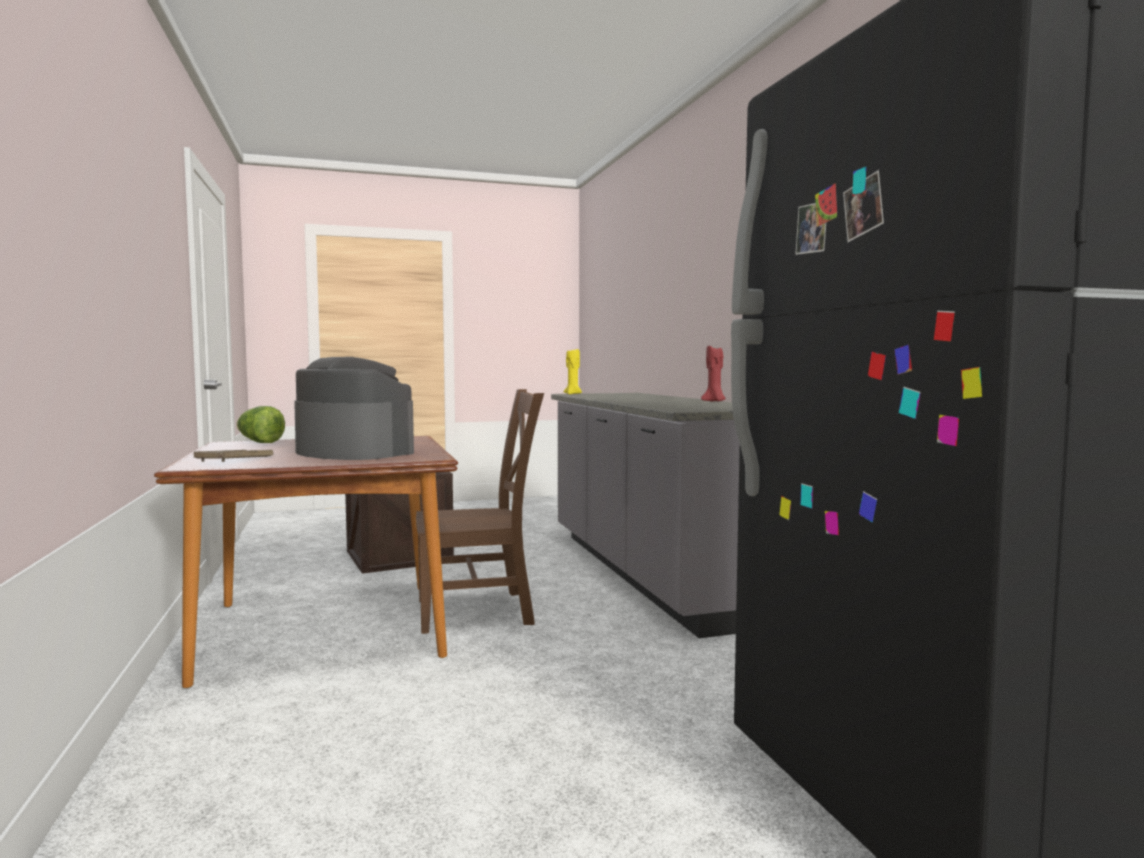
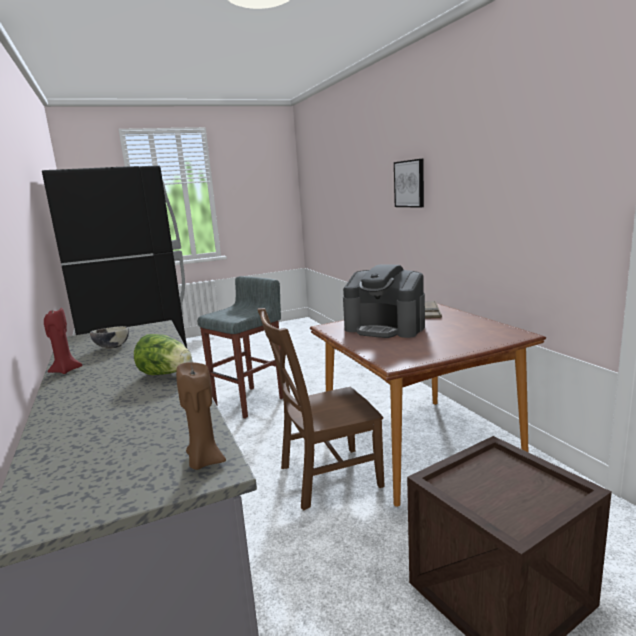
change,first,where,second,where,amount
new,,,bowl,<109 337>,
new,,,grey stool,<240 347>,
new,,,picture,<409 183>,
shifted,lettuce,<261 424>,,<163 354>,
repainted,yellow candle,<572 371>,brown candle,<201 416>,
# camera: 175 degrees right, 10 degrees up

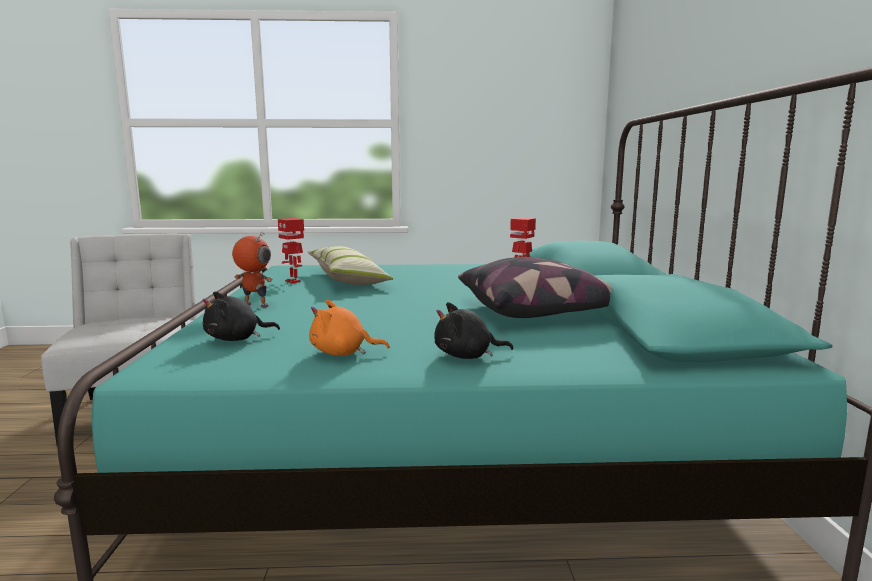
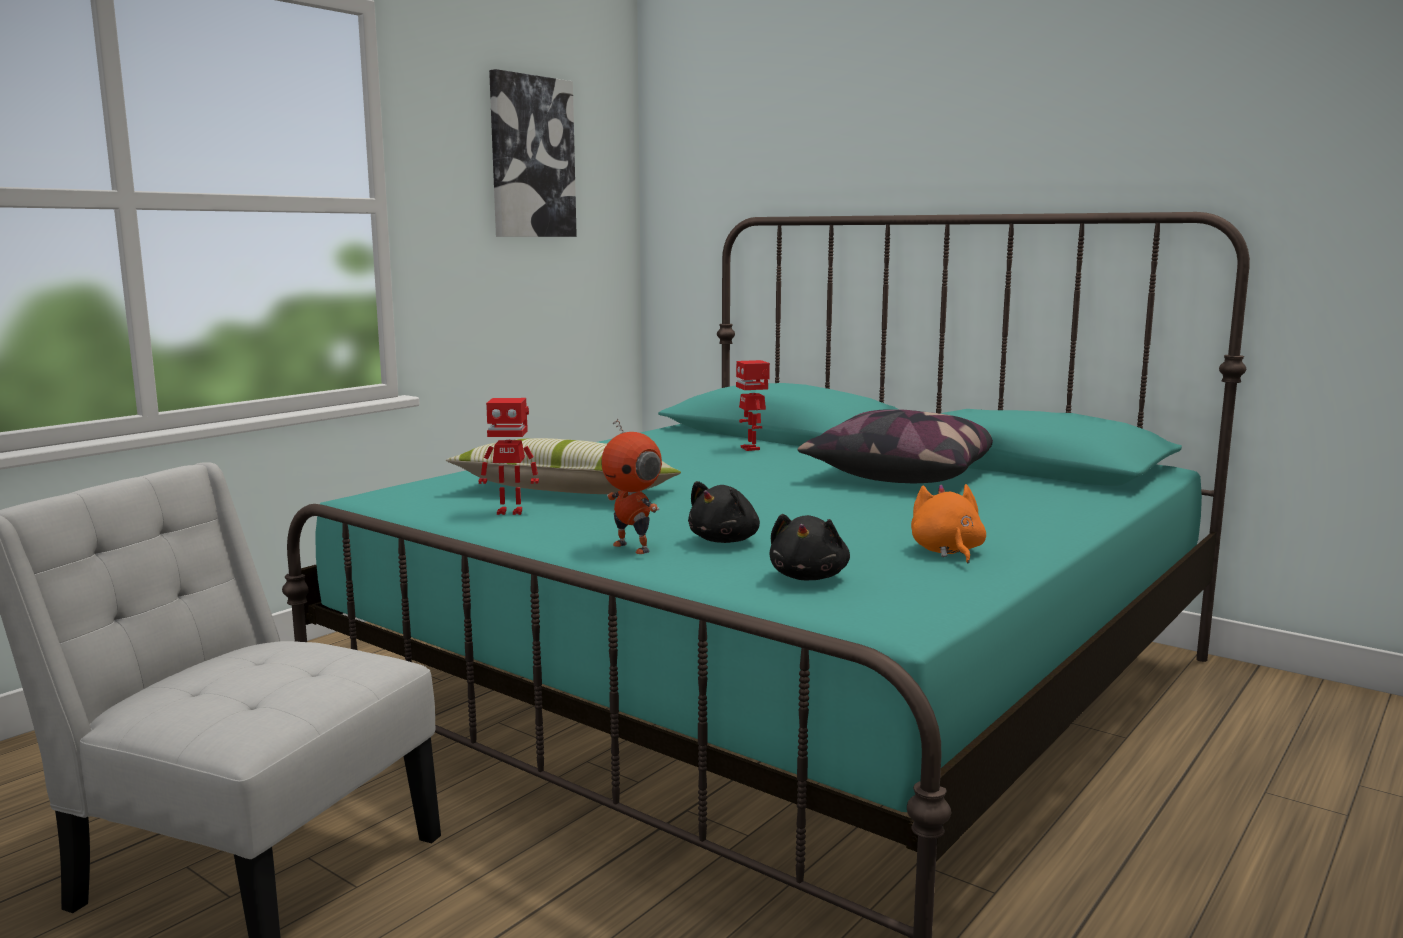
change,first,where,second,where,amount
new,,,picture,<533 153>,
shifted,black plush toy,<473 330>,,<724 512>,
rotated,toy robot,<252 269>,,<631 486>,105 degrees counterclockwise
rotated,orange plush toy,<349 328>,,<948 524>,135 degrees clockwise
# camera: 50 degrees left, 0 degrees up

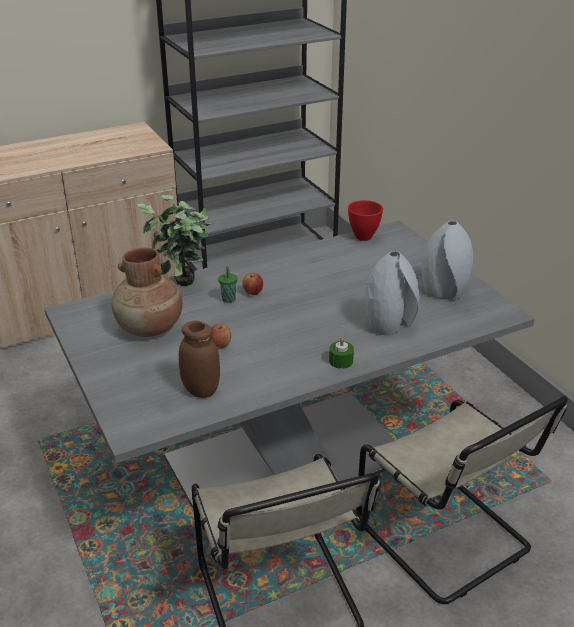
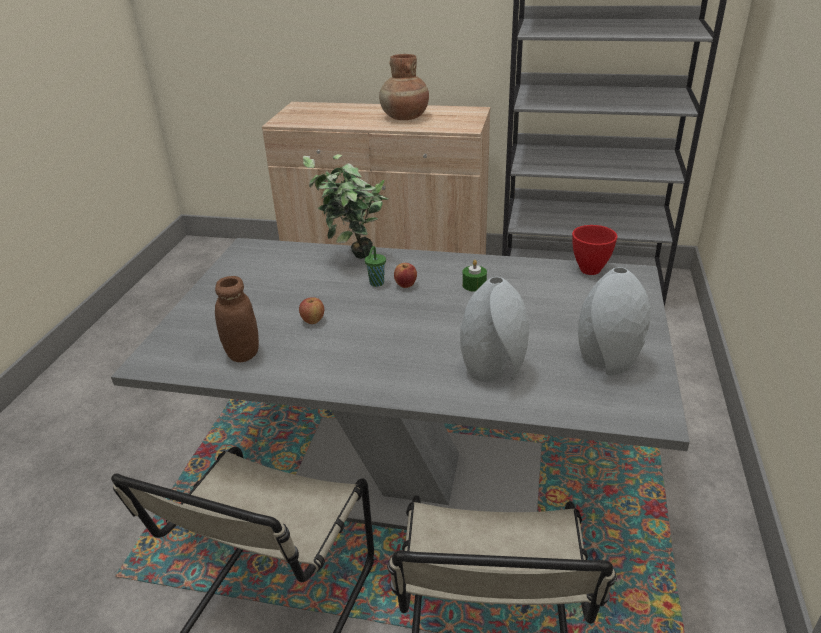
change,first,where,second,where,amount
shifted,brown vase,<147 292>,,<404 87>,
shifted,green candle,<341 353>,,<474 276>,
# camera: 40 degrees right, 0 degrees up

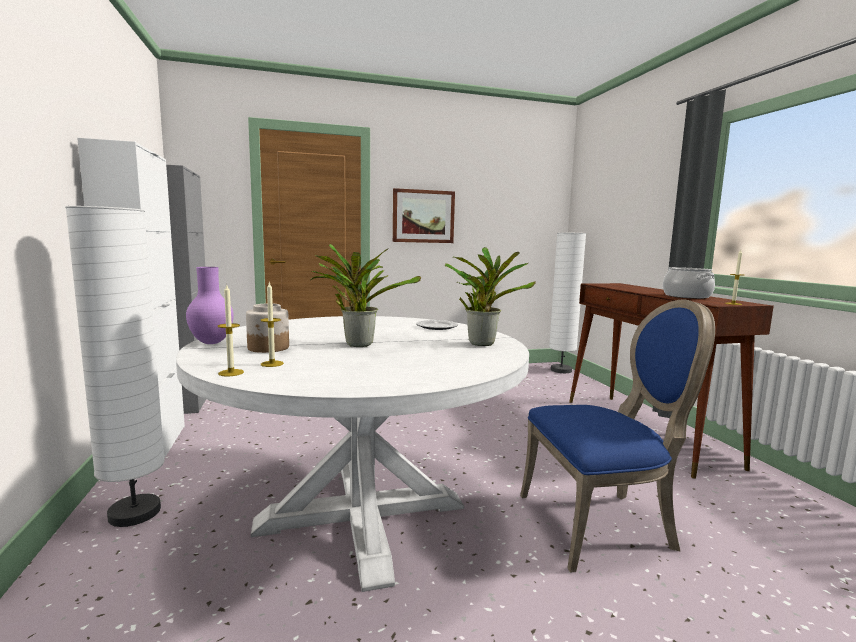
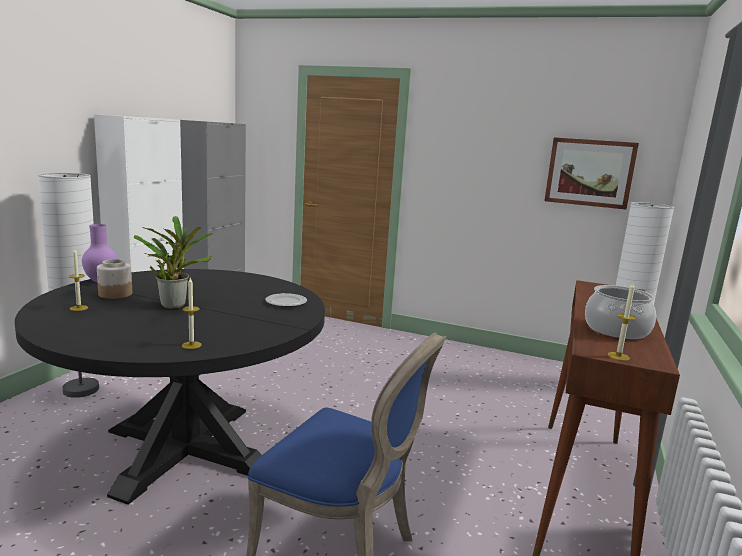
change,first,where,second,where,amount
gone,potted plant,<490 296>,,,
shifted,candle,<231 330>,,<192 313>,
shifted,picture,<424 215>,,<591 173>,
repainted,white dining table,<352 454>,black dining table,<170 387>,
# camera: 35 degrees right, 5 degrees up

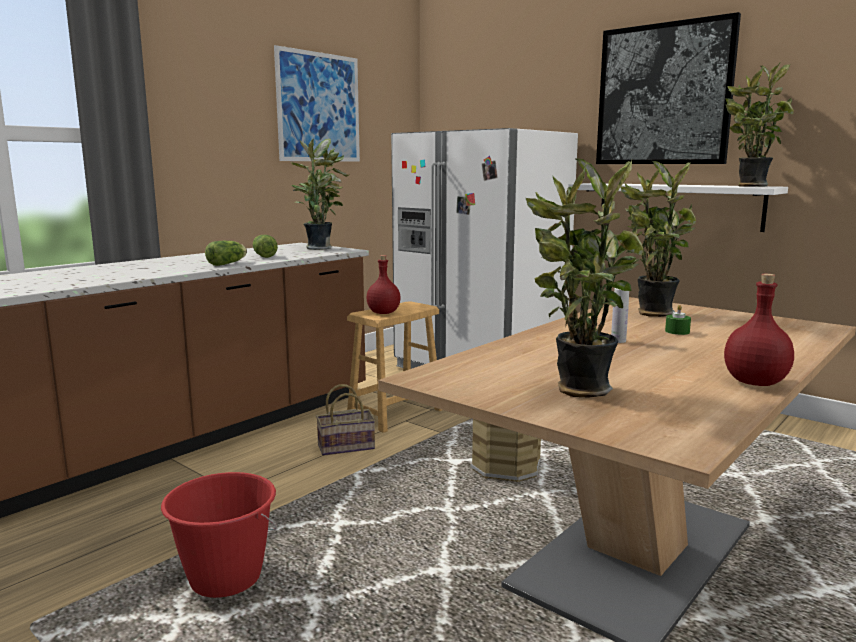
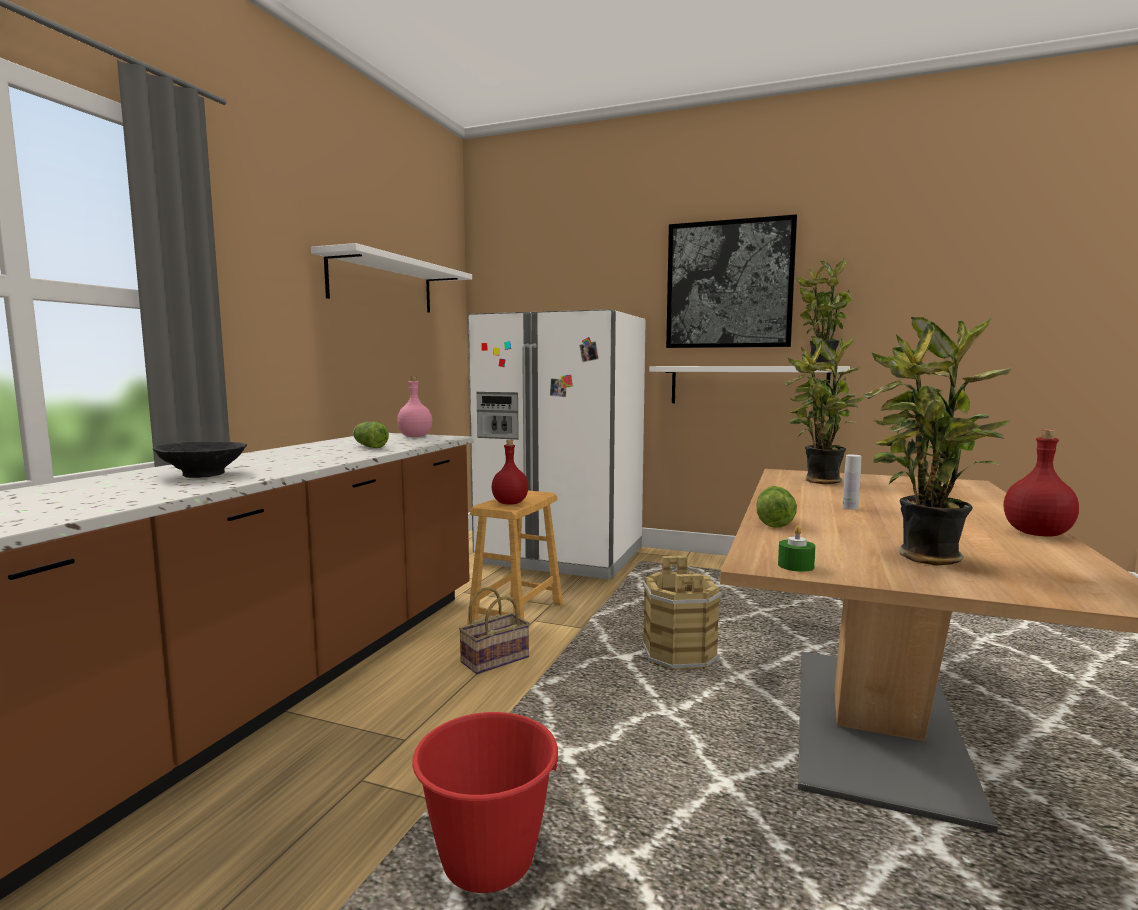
change,first,where,second,where,amount
new,,,black bowl,<200 459>,
shifted,lettuce,<226 253>,,<776 507>,
shifted,green candle,<678 320>,,<797 549>,
swapped,picture,<317 103>,white shelf,<391 278>,
swapped,potted plant,<320 194>,pink bottle,<414 406>,
# camera: 20 degrees left, 5 degrees down

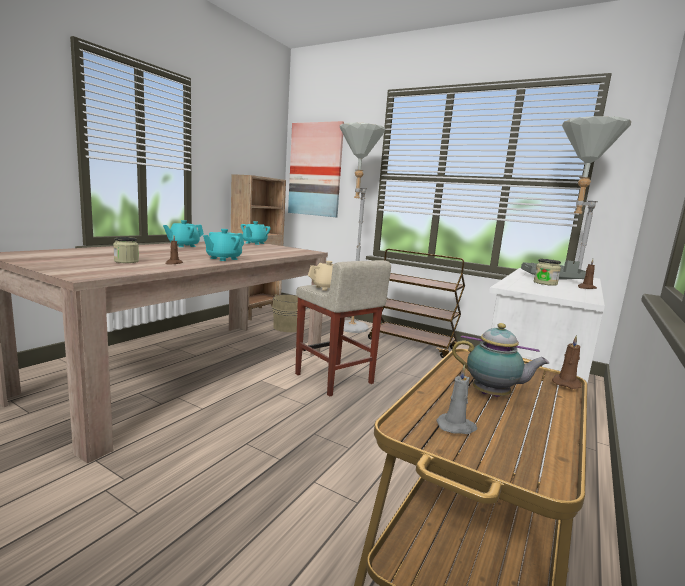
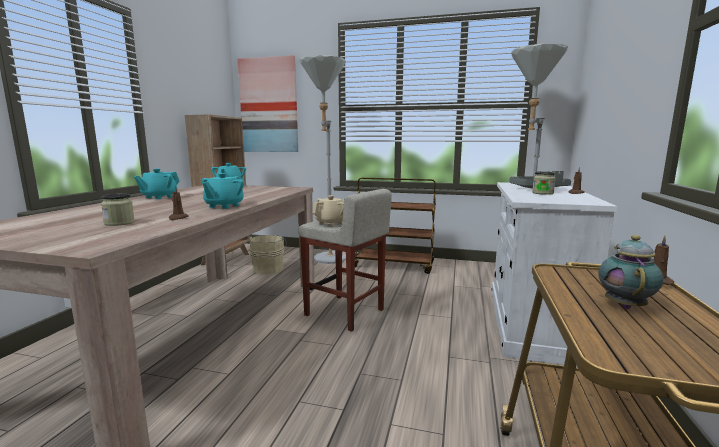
change,first,where,second,where,amount
gone,grey candle,<456 399>,,,
rotated,teapot,<500 360>,,<630 272>,75 degrees counterclockwise
# camera: 15 degrees left, 0 degrees up

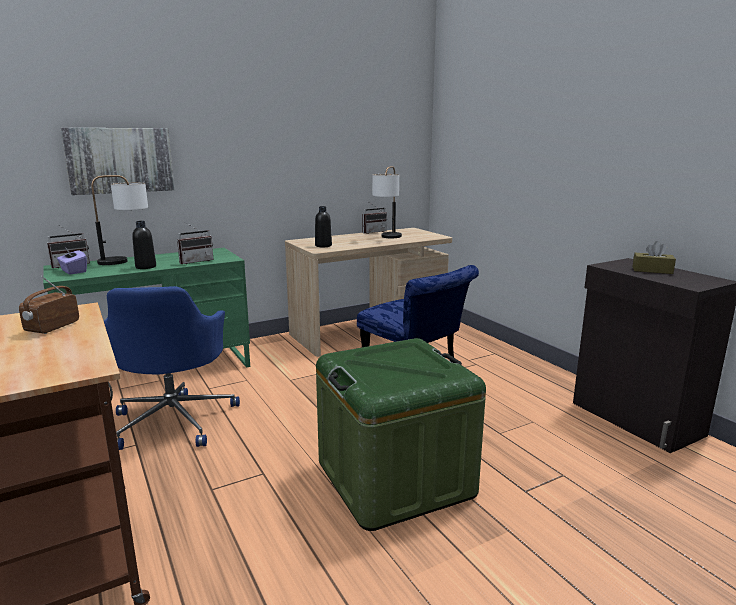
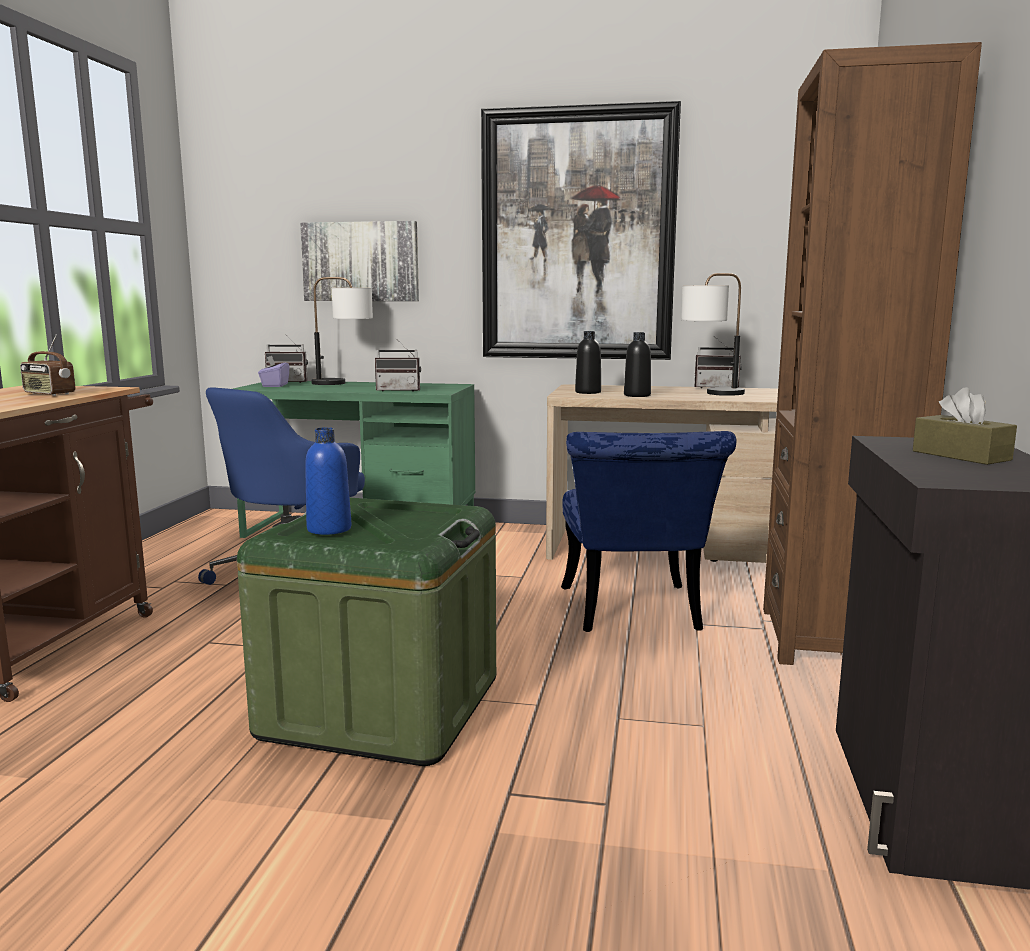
change,first,where,second,where,amount
new,,,blue bottle,<328 481>,
new,,,picture,<581 230>,
new,,,brown bookcase,<872 353>,
shifted,black bottle,<144 245>,,<637 364>,
rotated,radio,<49 305>,,<47 365>,120 degrees counterclockwise
# camera: 40 degrees right, 5 degrees down

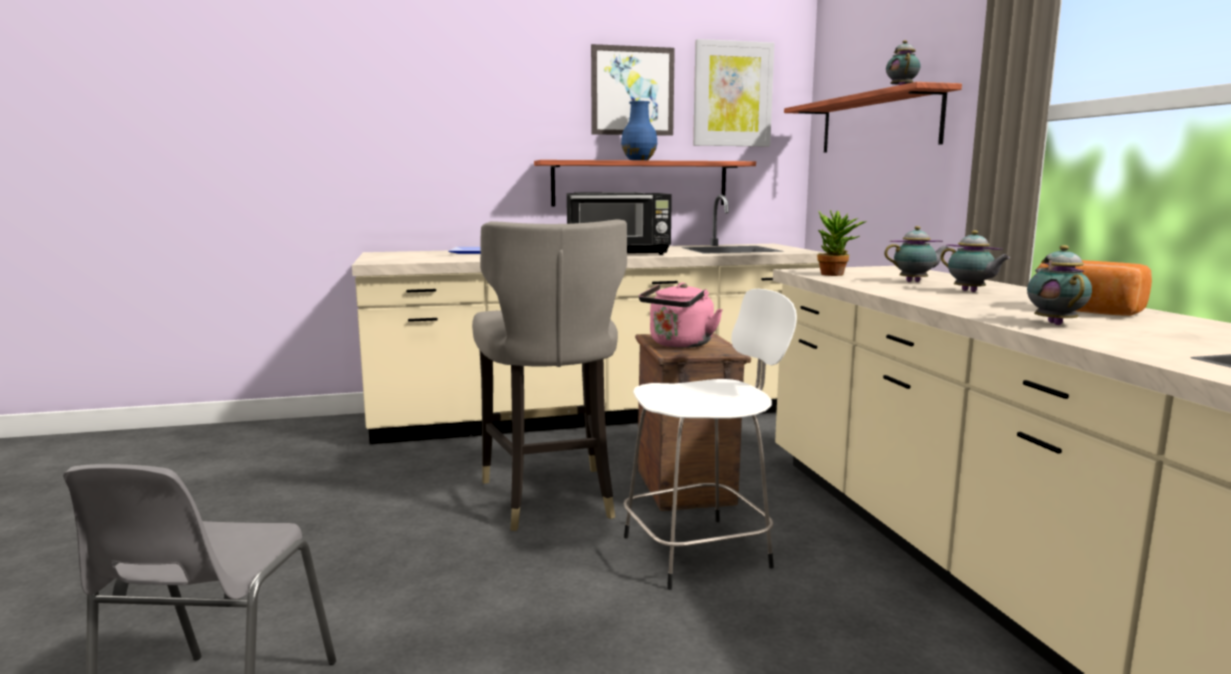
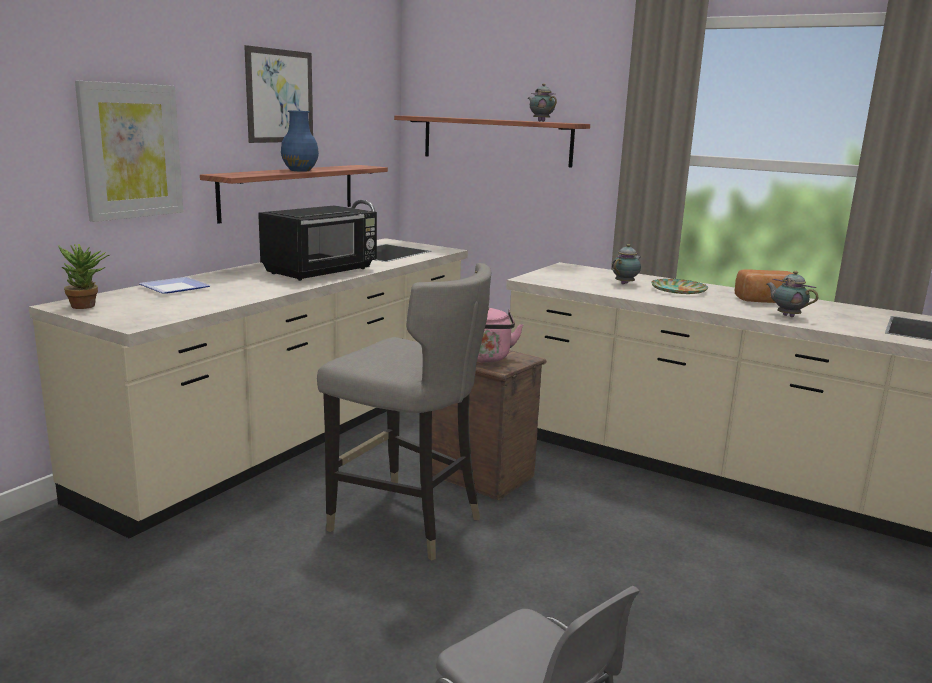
change,first,where,second,where,amount
gone,white stool,<710 439>,,,
shifted,picture,<733 92>,,<129 151>,
shifted,potted plant,<842 243>,,<84 276>,
swapped,teapot,<975 261>,plate,<679 286>,
# camera: 45 degrees left, 5 degrees up

